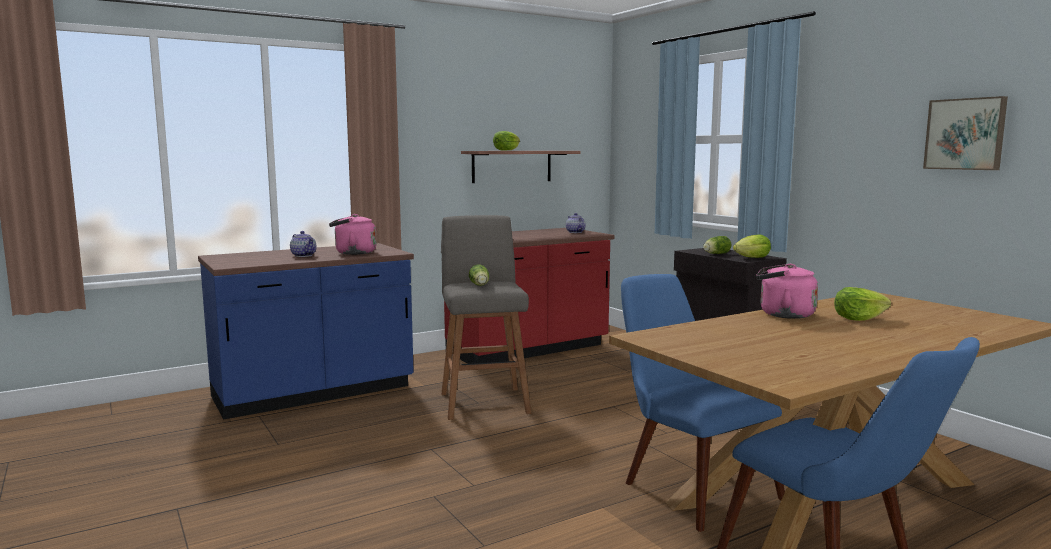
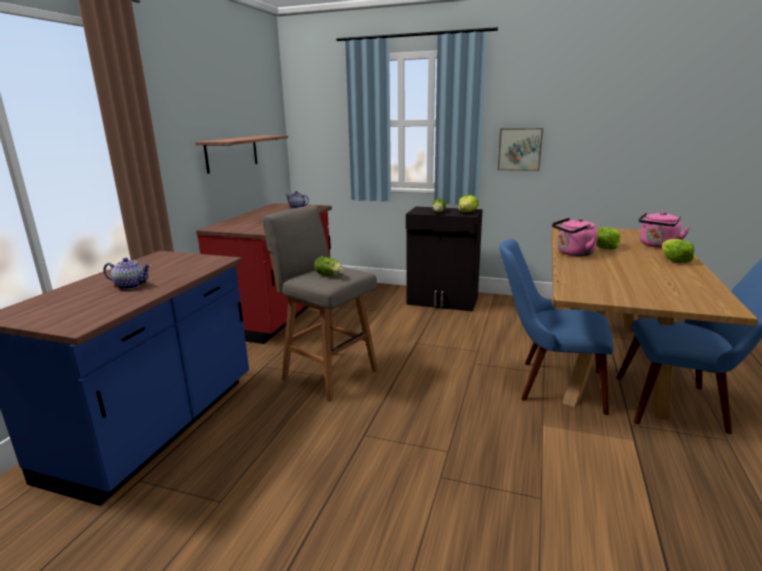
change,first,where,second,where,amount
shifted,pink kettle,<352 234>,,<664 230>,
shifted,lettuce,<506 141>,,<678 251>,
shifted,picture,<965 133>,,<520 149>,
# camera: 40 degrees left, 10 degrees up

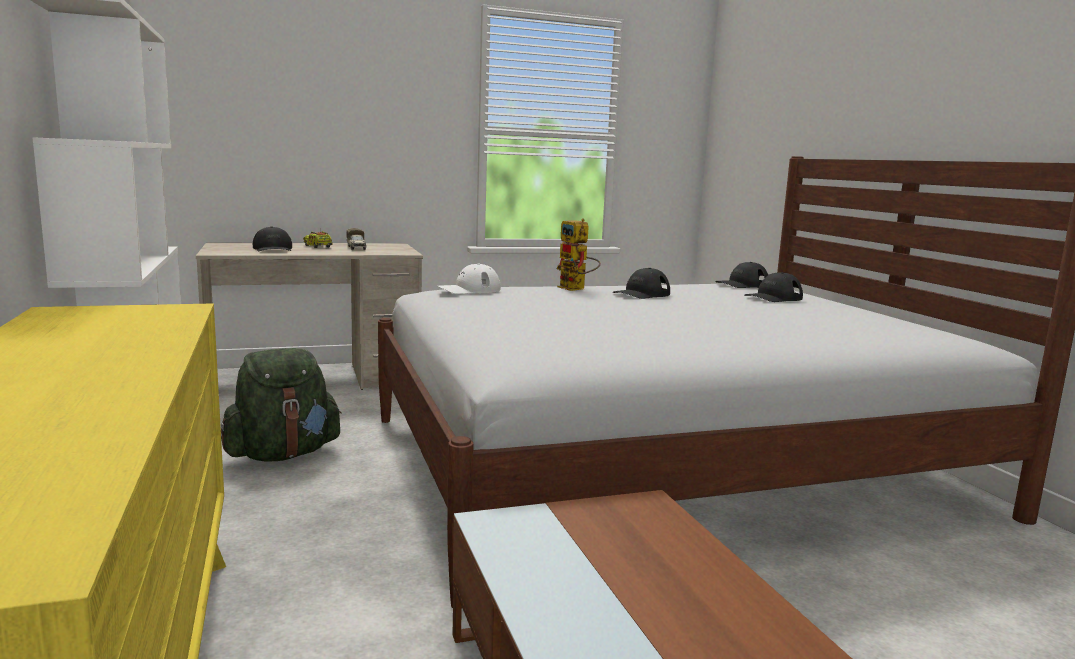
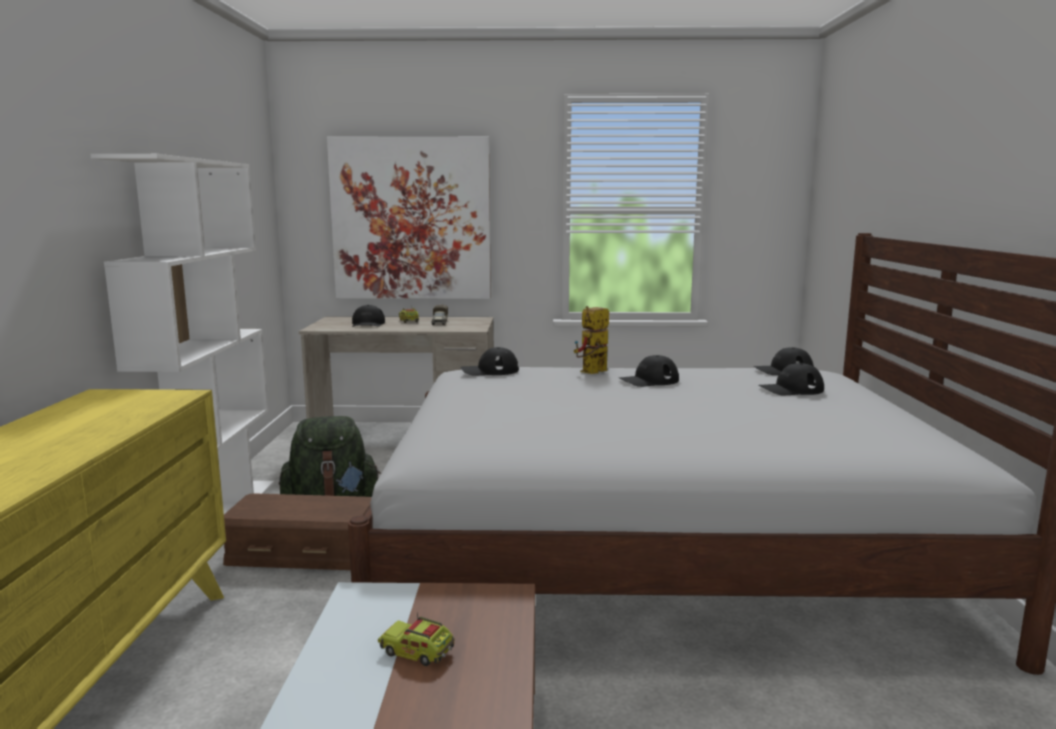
change,first,where,second,where,amount
new,,,brown storage box,<297 532>,
new,,,picture,<409 218>,
new,,,toy truck,<416 639>,
repainted,white cap,<469 279>,black cap,<489 361>,
rotated,toy robot,<579 254>,,<591 340>,60 degrees clockwise
# camera: 20 degrees right, 0 degrees up

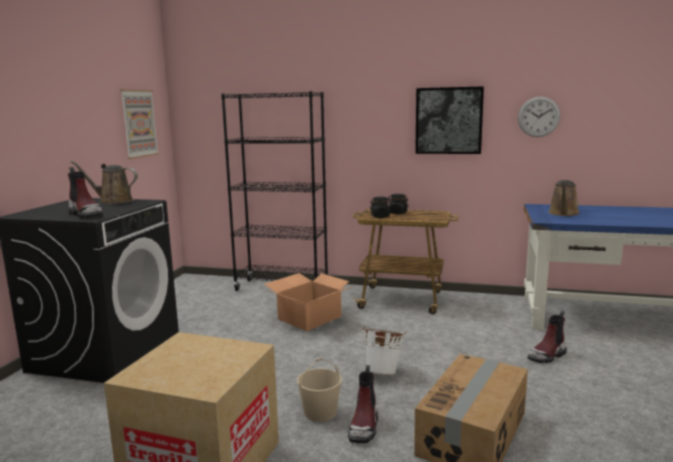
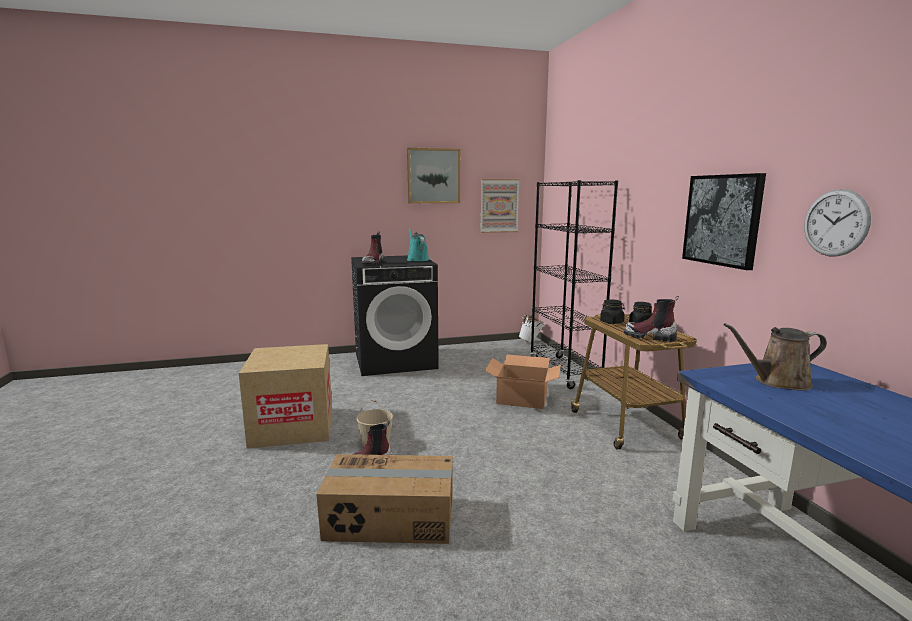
change,first,where,second,where,amount
new,,,picture,<433 175>,
shifted,white bucket,<384 350>,,<531 329>,
shifted,boot,<547 337>,,<651 319>,
repainted,brown watering can,<104 182>,turquoise watering can,<418 245>,
# camera: 60 degrees right, 0 degrees up

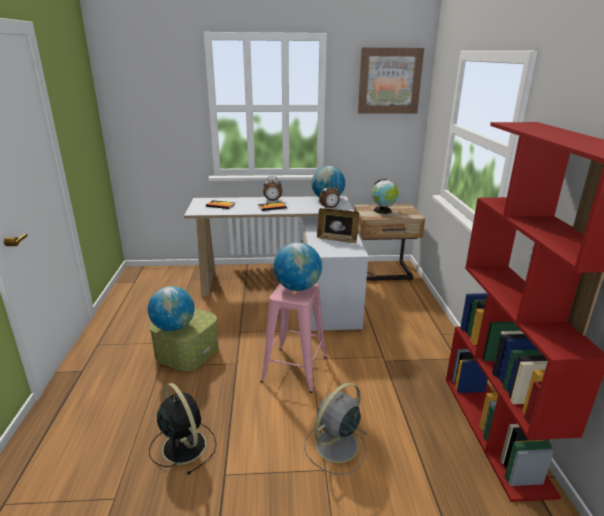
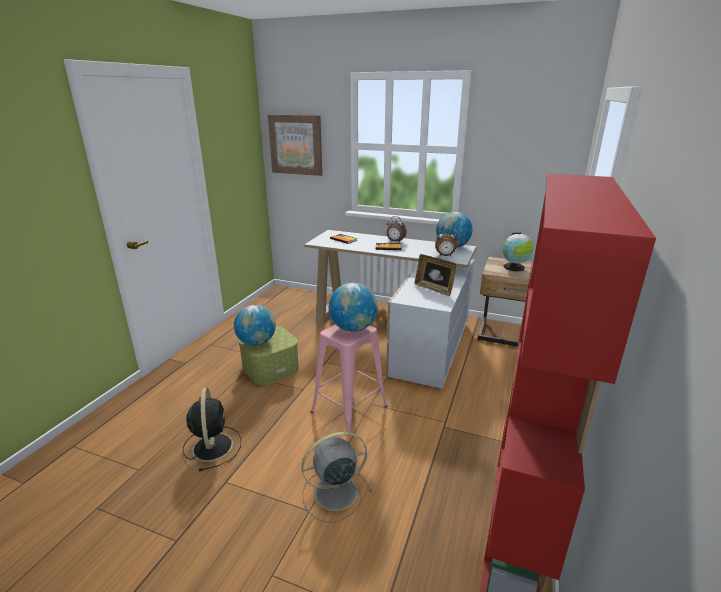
change,first,where,second,where,amount
shifted,picture,<391 80>,,<295 145>,
# camera: 25 degrees right, 0 degrees up

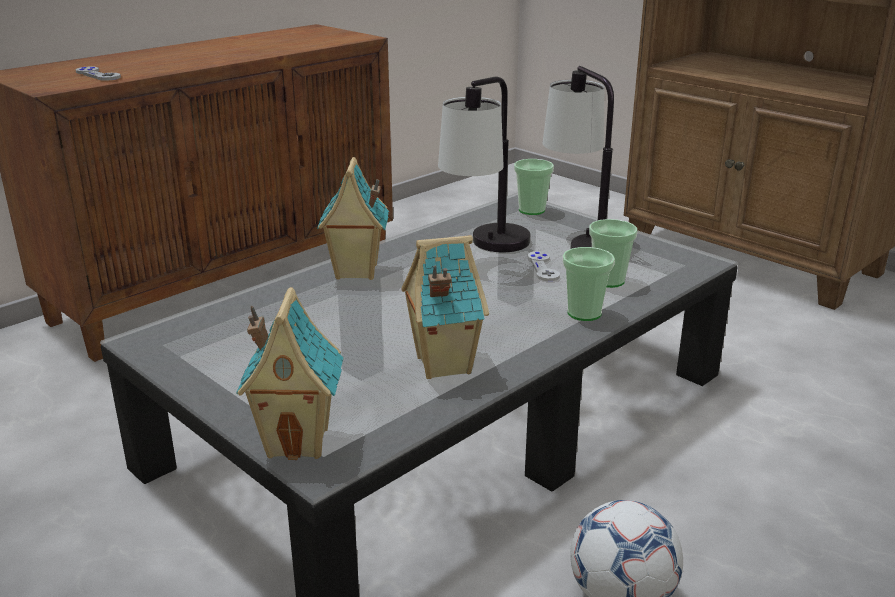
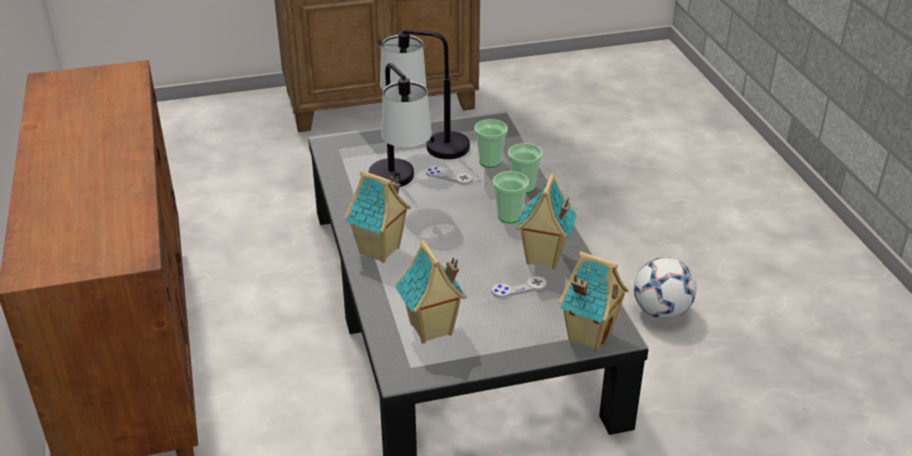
change,first,where,second,where,amount
new,,,toy house,<430 292>,
shifted,grey game controller,<98 74>,,<519 287>,
shifted,cup,<534 187>,,<511 197>,
# camera: 60 degrees left, 10 degrees up

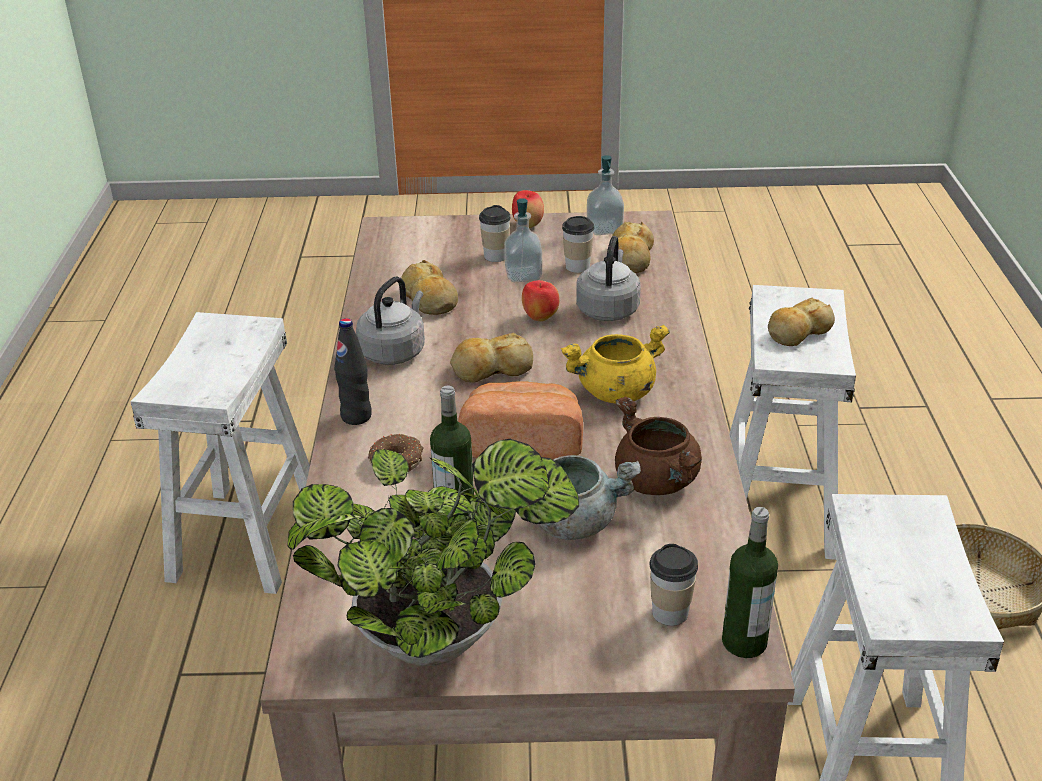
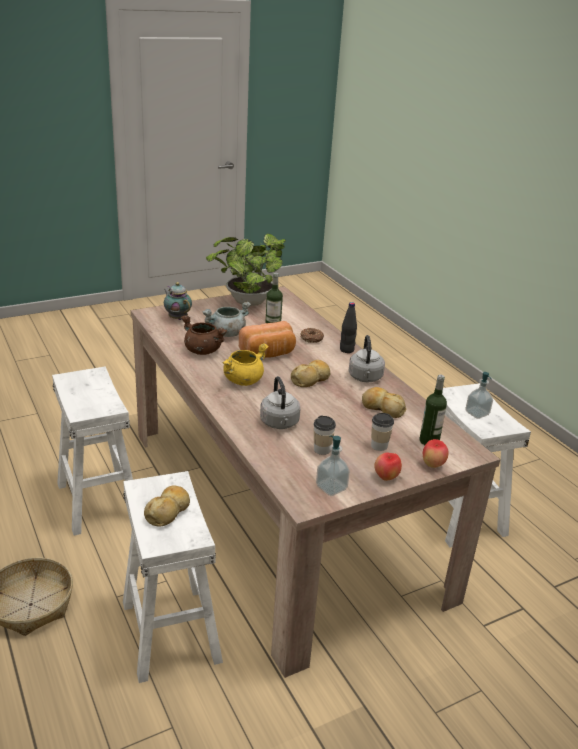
change,first,where,second,where,amount
gone,bread,<633 247>,,,
shifted,soap dispenser,<523 240>,,<479 395>,
shifted,apple,<541 300>,,<436 453>,
shifted,bottle,<750 582>,,<433 410>,
swapped,cup,<674 585>,teapot,<178 301>,
# camera: 150 degrees right, 5 degrees down

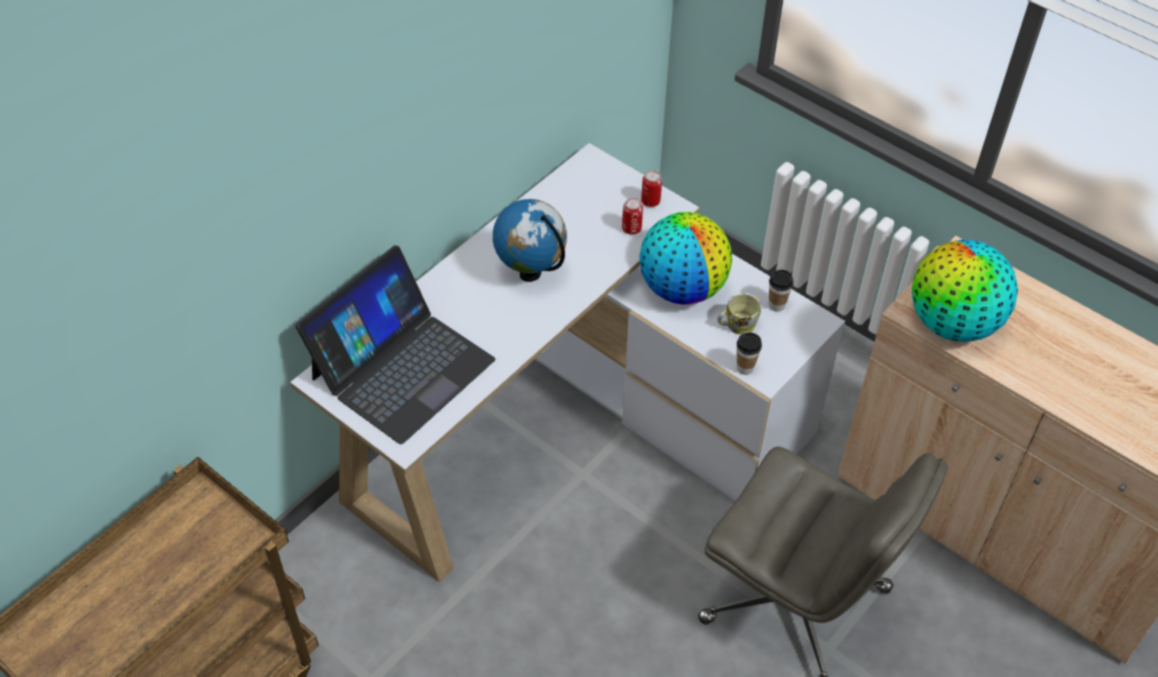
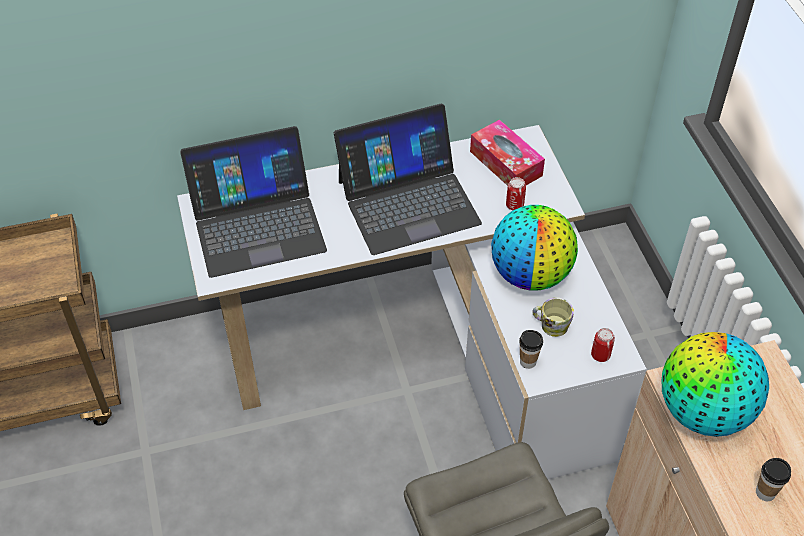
change,first,where,second,where,amount
new,,,tissue box,<507 153>,
shifted,can,<651 188>,,<603 345>,
shifted,cup,<781 291>,,<773 479>,
swapped,globe,<530 240>,laptop,<408 179>,
# camera: 35 degrees right, 0 degrees up

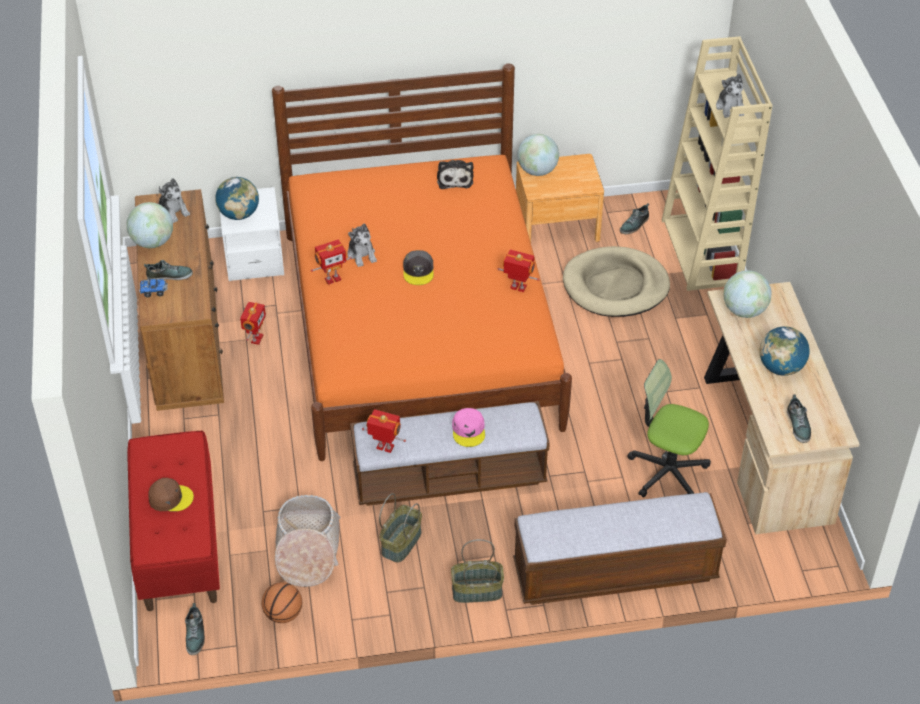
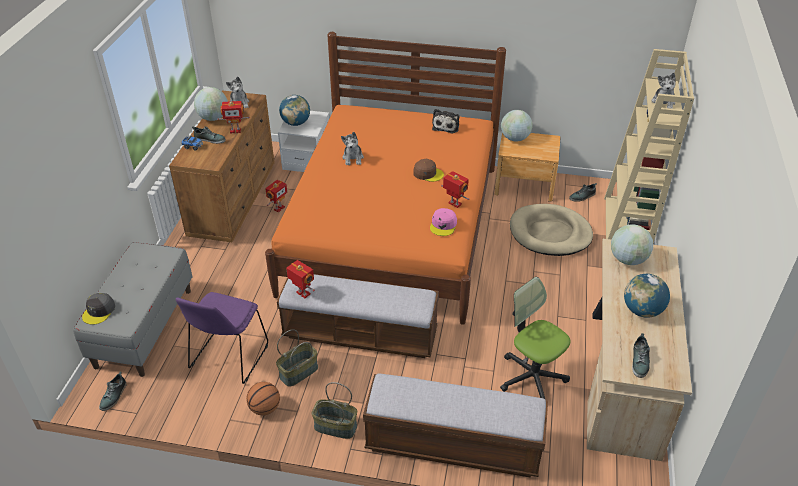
change,first,where,second,where,amount
shifted,brown cap,<171 494>,,<428 170>,
shifted,basketball,<282 602>,,<263 398>,
shifted,toy robot,<331 262>,,<233 117>,
shifted,grey cap,<418 267>,,<98 309>,
shifted,pink cap,<468 427>,,<443 222>,
swapped,basket,<307 541>,purple chair,<222 338>,
repainted,red bench,<173 521>,grey bench,<133 309>,
# camera: 20 degrees right, 5 degrees down

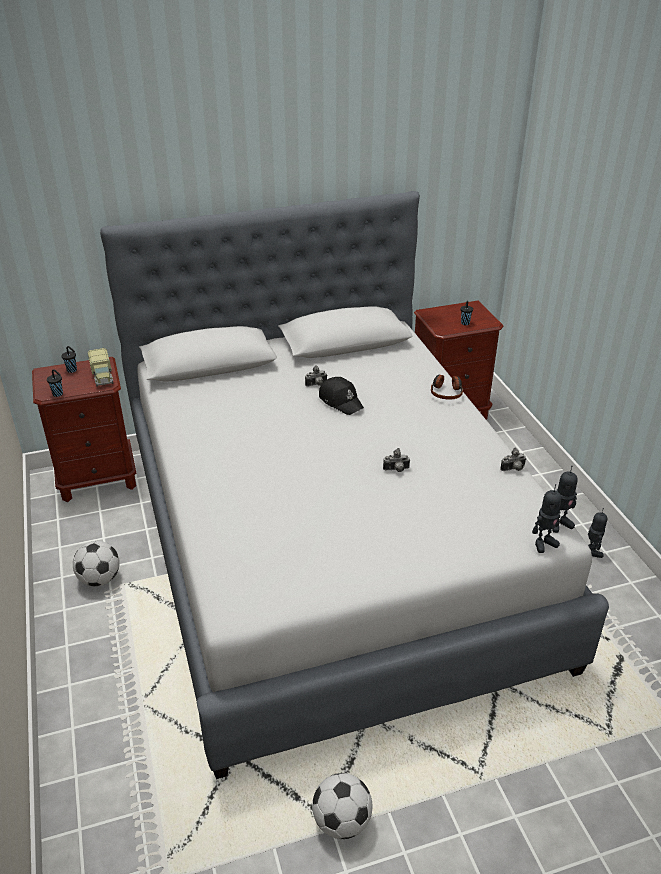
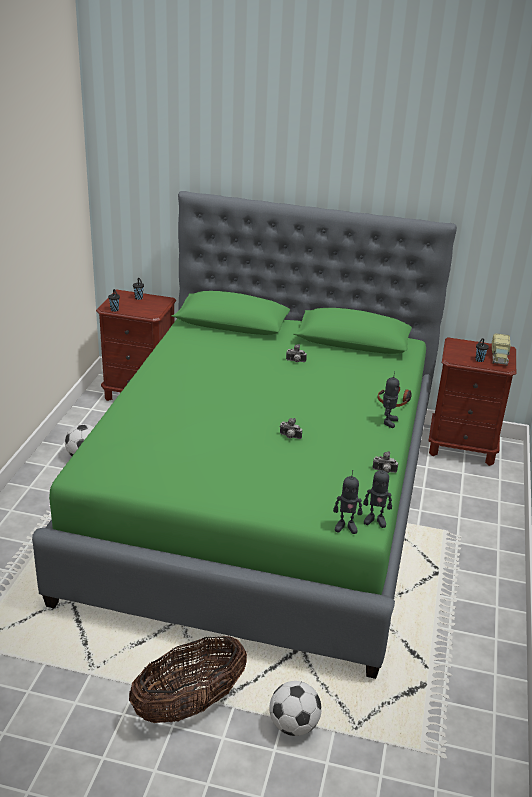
change,first,where,second,where,amount
gone,black cap,<341 396>,,,
new,,,basket,<188 679>,
shifted,toy truck,<100 367>,,<501 349>,
shifted,football,<342 806>,,<295 708>,
shifted,toy robot,<597 533>,,<391 399>,
repainted,grey bed,<354 485>,green bed,<244 435>,
# camera: 30 degrees right, 5 degrees down

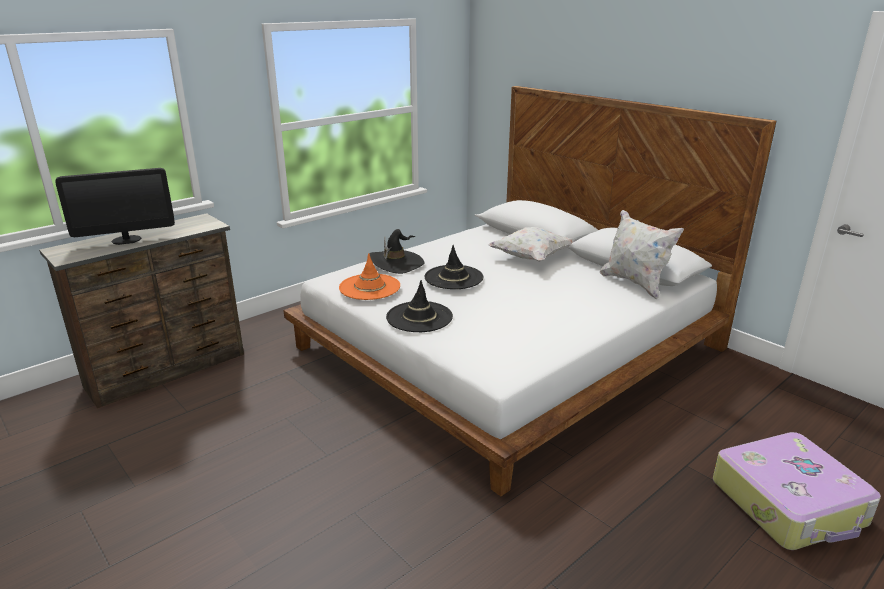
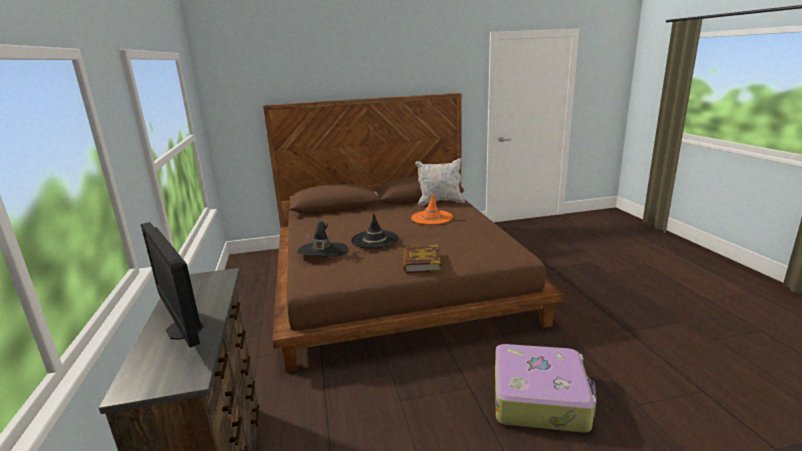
change,first,where,second,where,amount
gone,white pillow,<531 244>,,,
shifted,orange hat,<369 276>,,<432 209>,
shifted,suitcase,<797 491>,,<546 388>,
swapped,black hat,<419 306>,book,<422 259>,
repainted,white bed,<529 291>,brown bed,<413 232>,
rotated,monitor,<115 206>,,<172 285>,135 degrees clockwise
# camera: 60 degrees left, 5 degrees down

